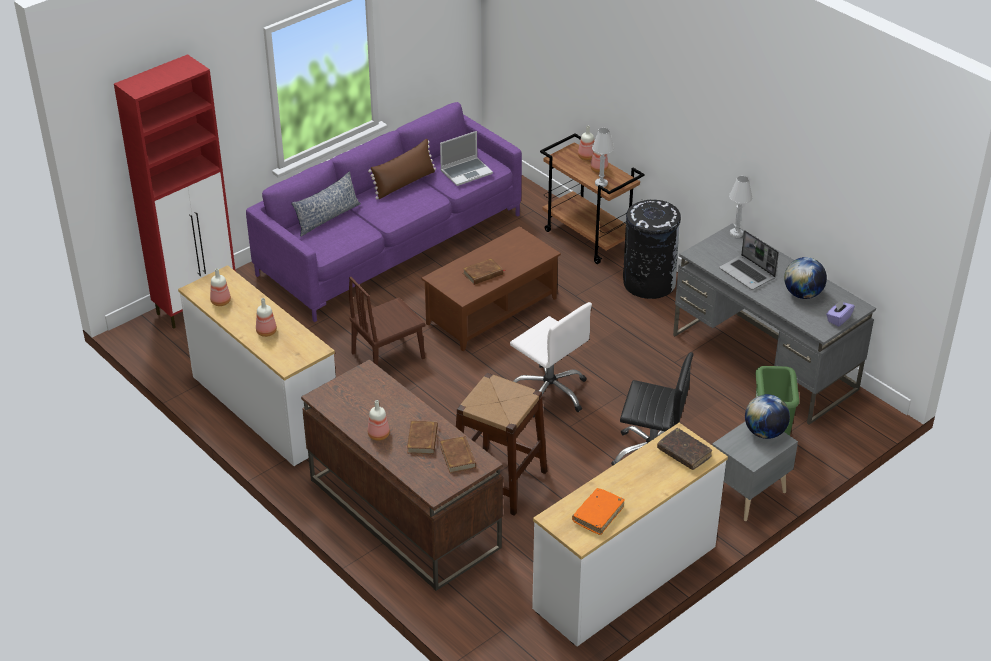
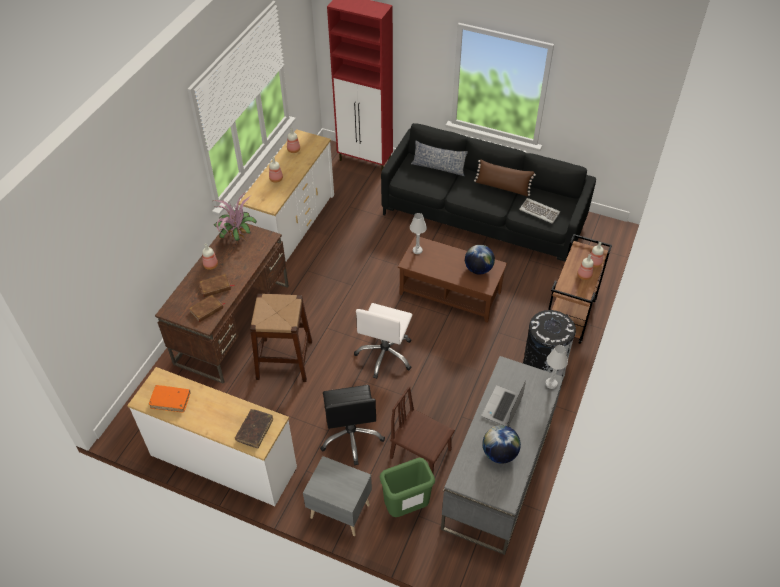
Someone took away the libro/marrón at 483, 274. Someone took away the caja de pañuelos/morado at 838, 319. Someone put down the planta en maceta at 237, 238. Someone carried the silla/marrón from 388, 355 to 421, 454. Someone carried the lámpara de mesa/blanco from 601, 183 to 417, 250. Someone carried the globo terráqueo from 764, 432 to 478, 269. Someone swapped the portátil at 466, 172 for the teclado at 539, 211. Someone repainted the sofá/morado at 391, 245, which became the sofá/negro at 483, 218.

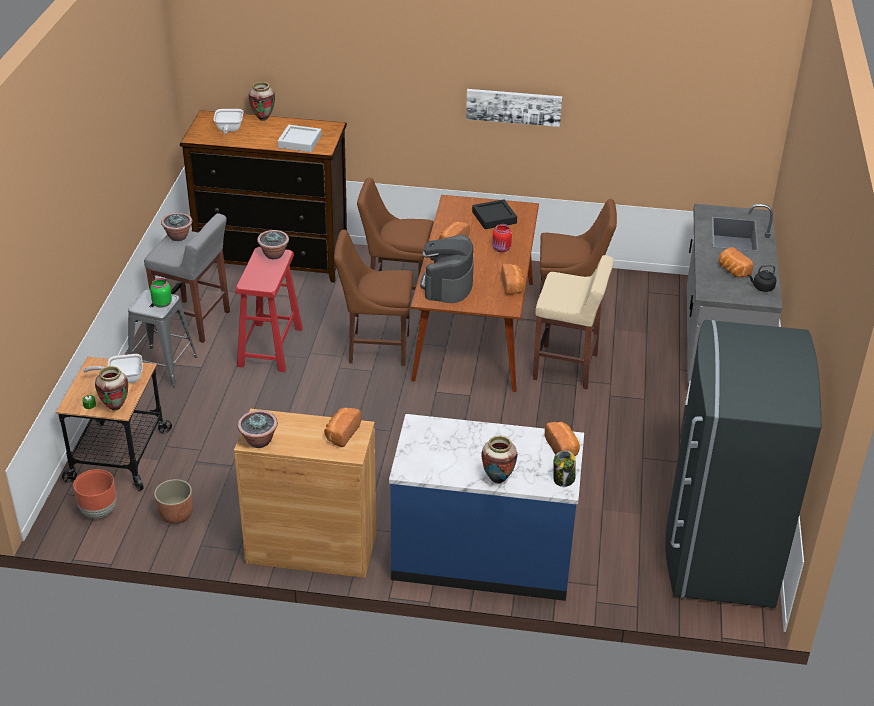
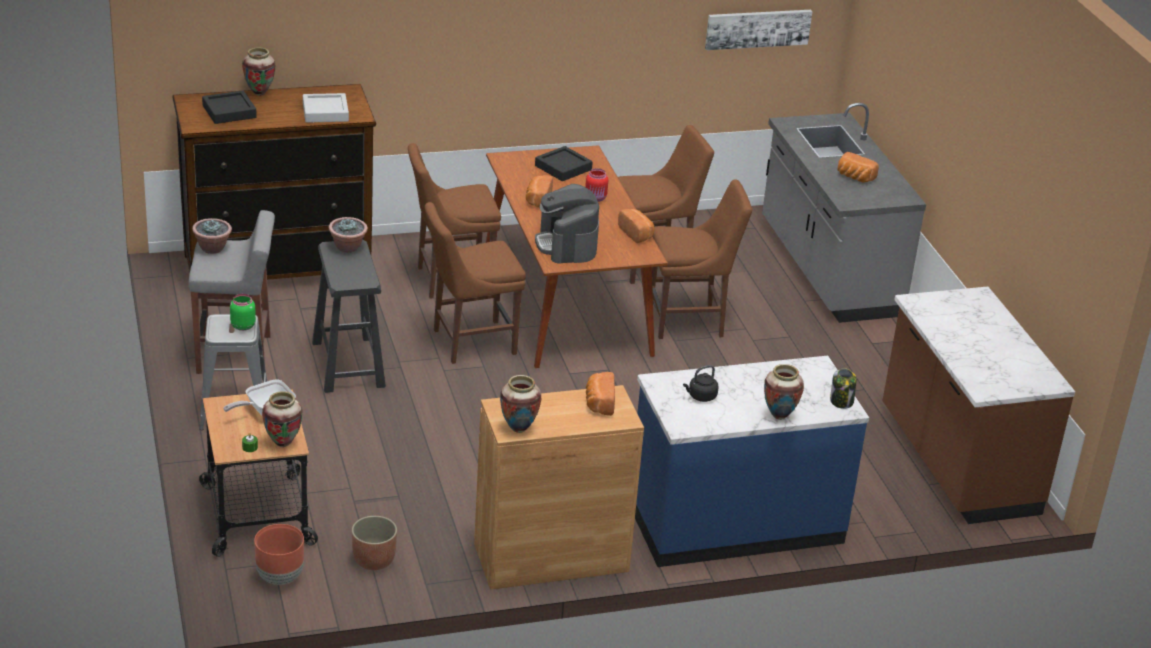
Someone took away the pan at 563, 448. Someone carried the cuadro from 513, 106 to 757, 28. Someone carried the hervidor/negro from 762, 287 to 700, 397. Someone swapped the sartén at 228, 130 for the bandeja/negro at 229, 111. Someone swapped the planta en maceta at 259, 441 for the florero at 518, 429. Someone swapped the taburete/beis at 566, 367 for the silla/marrón at 690, 321. Someone swapped the nevera/gris at 718, 551 for the mueble bajo de cocina/marrón at 956, 463. Someone repainted the taburete/rojo at 270, 347, which became the taburete/negro at 348, 364.

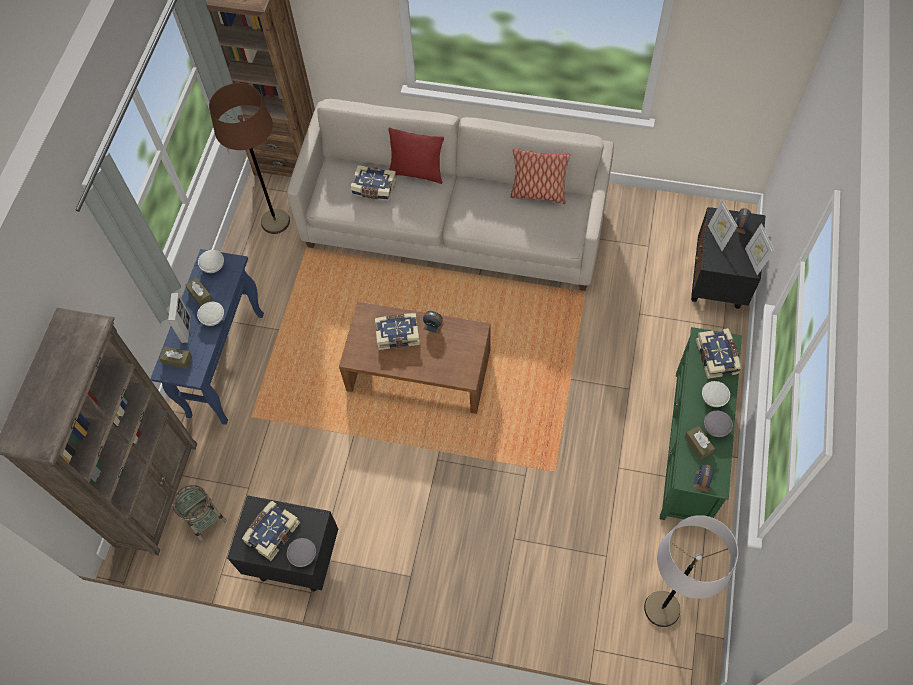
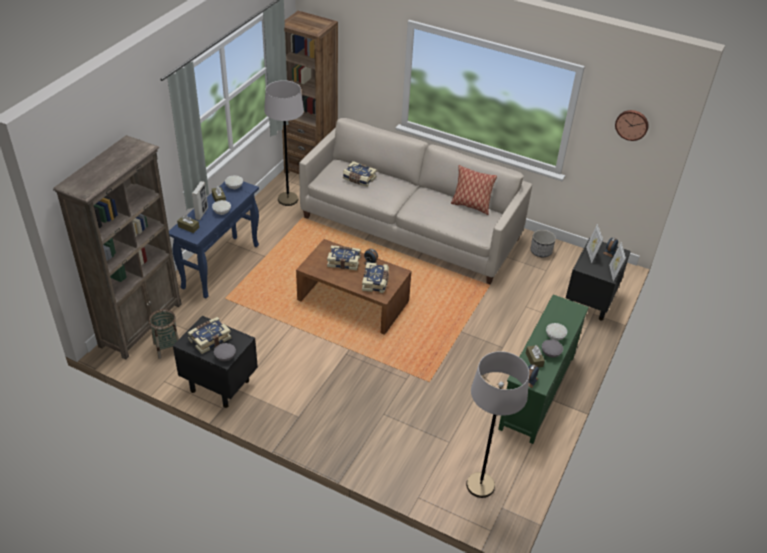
Someone took away the cojín/rojo at 417, 173. Someone put down the maceta at 541, 251. Someone put up the reloj de pared at 632, 124. Someone carried the libro from 717, 357 to 375, 282. Someone repainted the lámpara de pie/marrón at 275, 222, which became the lámpara de pie/gris at 288, 199.

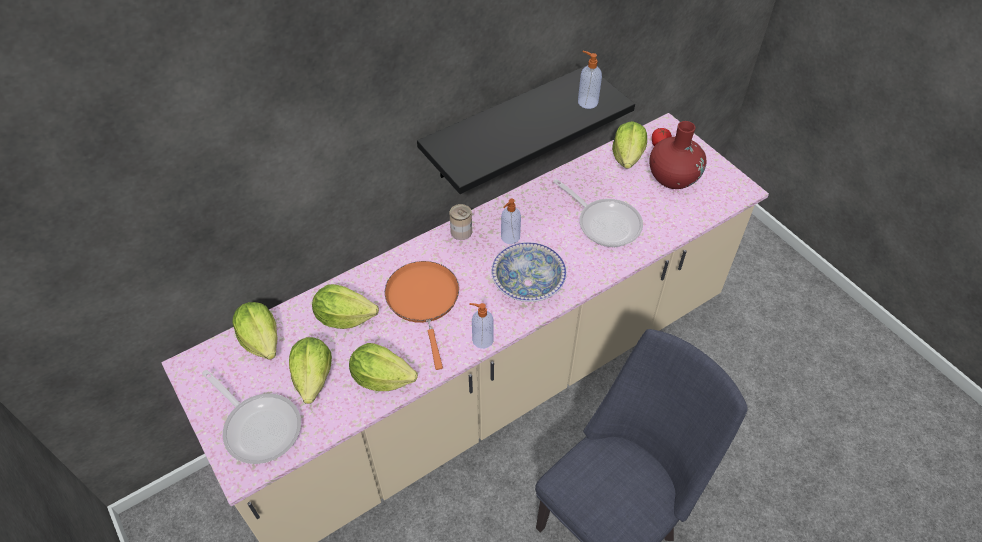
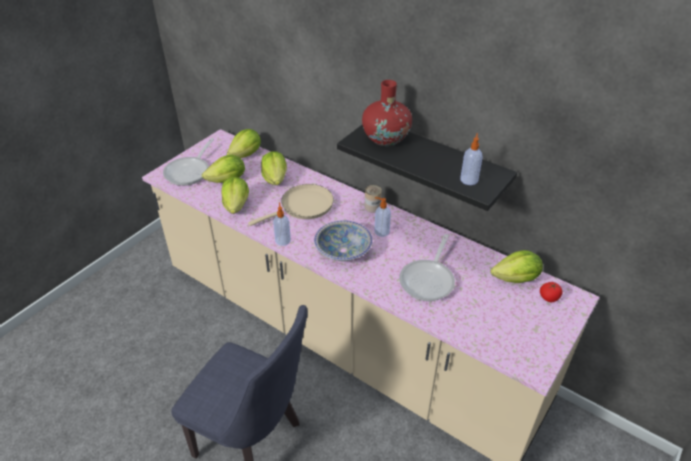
Someone carried the florero/rojo from 673, 178 to 386, 138. Someone repainted the sartén/naranja at 424, 300, which became the sartén/beis at 303, 206.

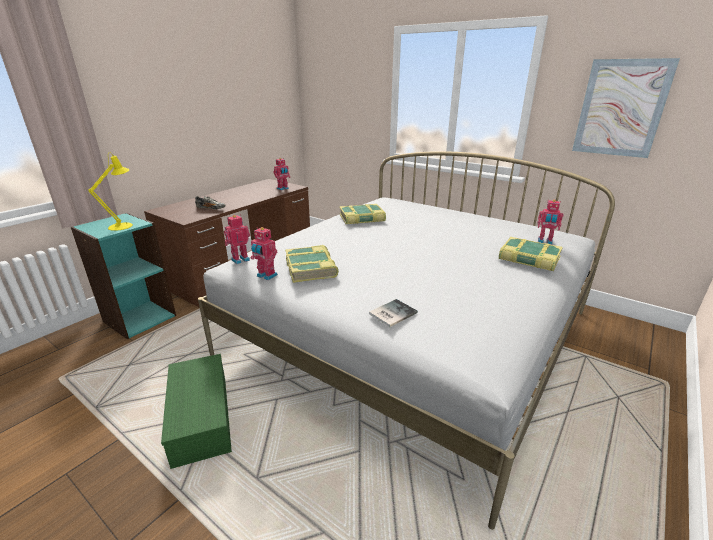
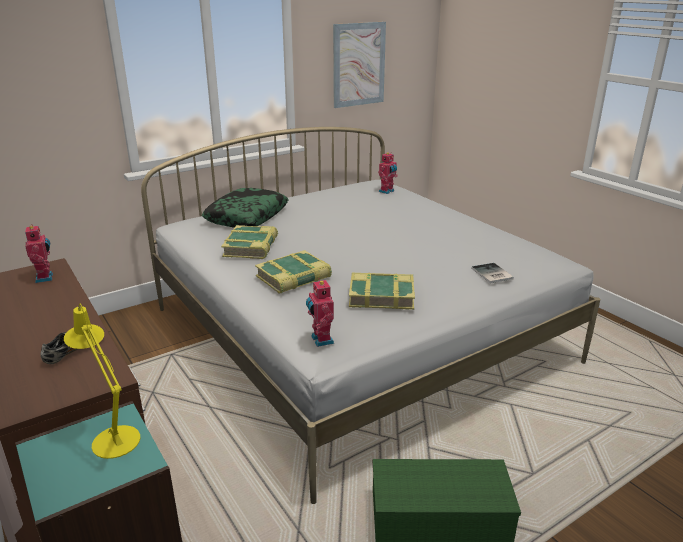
Someone took away the robot de juguete at 266, 276. Someone put down the cojín at 247, 216. Someone carried the libro from 529, 259 to 294, 278.

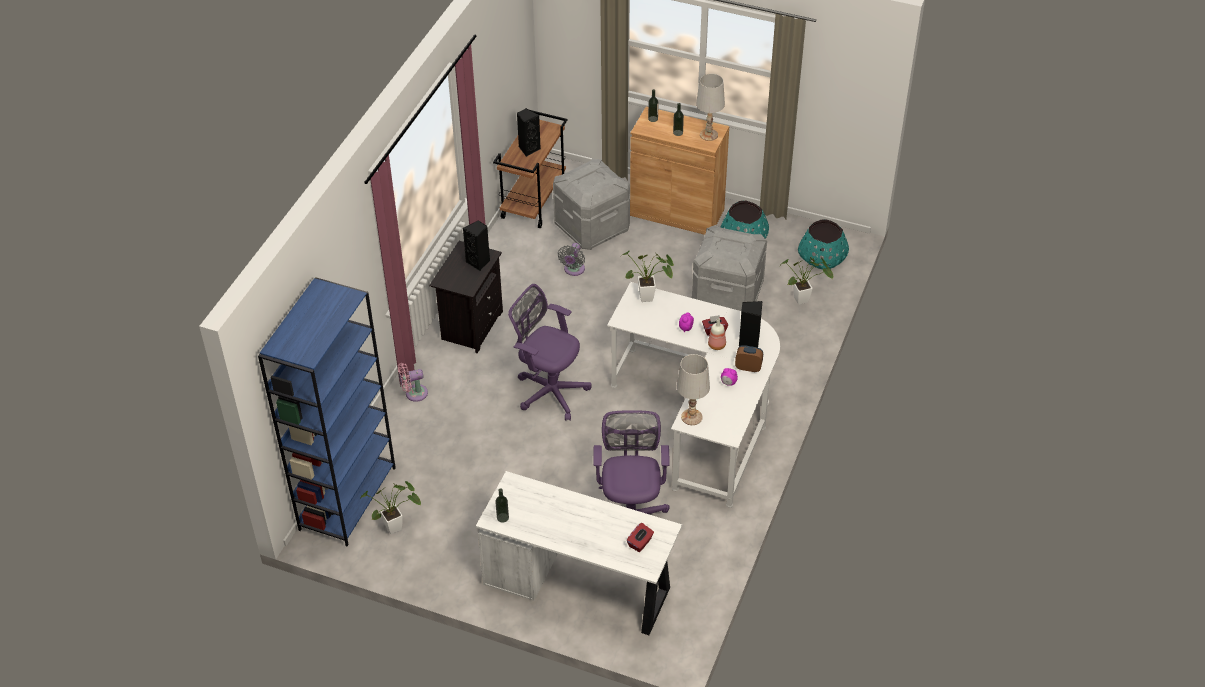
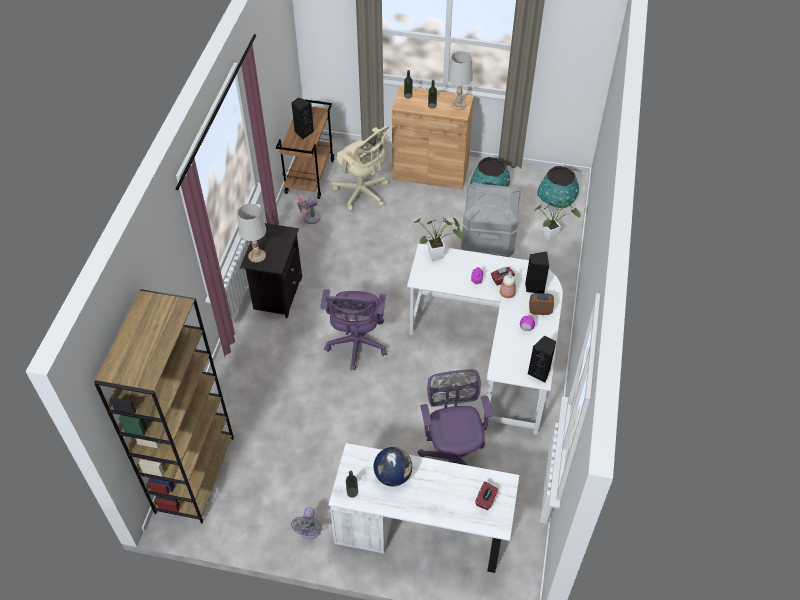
Someone took away the planta en maceta at 397, 526. Someone put down the globo terráqueo at 393, 475. Someone carried the ventilador/rosa from 414, 393 to 309, 218. Someone carried the altavoz/negro from 479, 262 to 540, 372. Someone carried the ventilador/gris from 573, 270 to 309, 531. Someone carried the lámpara de mesa/blanco from 691, 417 to 257, 256. Someone swapped the caja de almacenaje/gris at 591, 228 for the silla de oficina/beis at 363, 193. Someone repainted the estantería/azul at 347, 497, which became the estantería/marrón at 194, 474. Someone rotated the silla de oficina/morado at 549, 391 by 105 degrees counterclockwise.

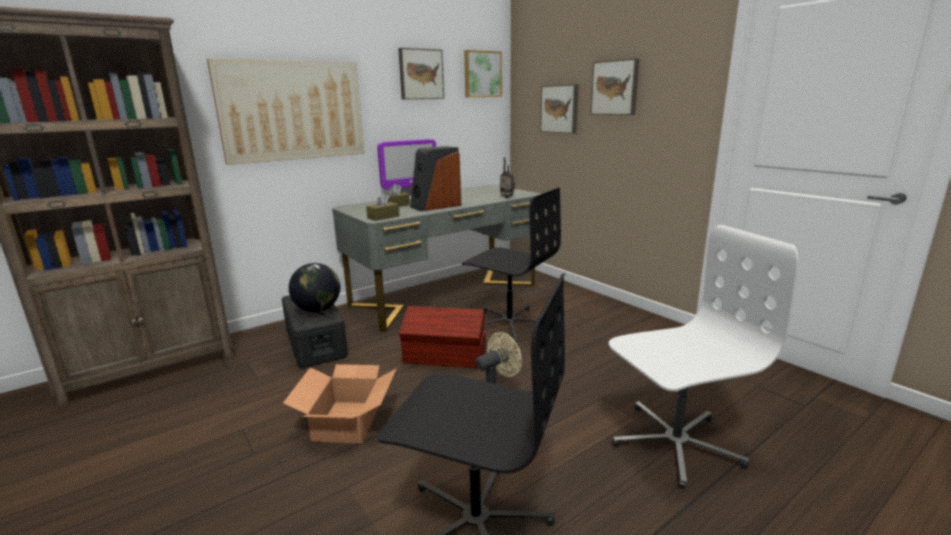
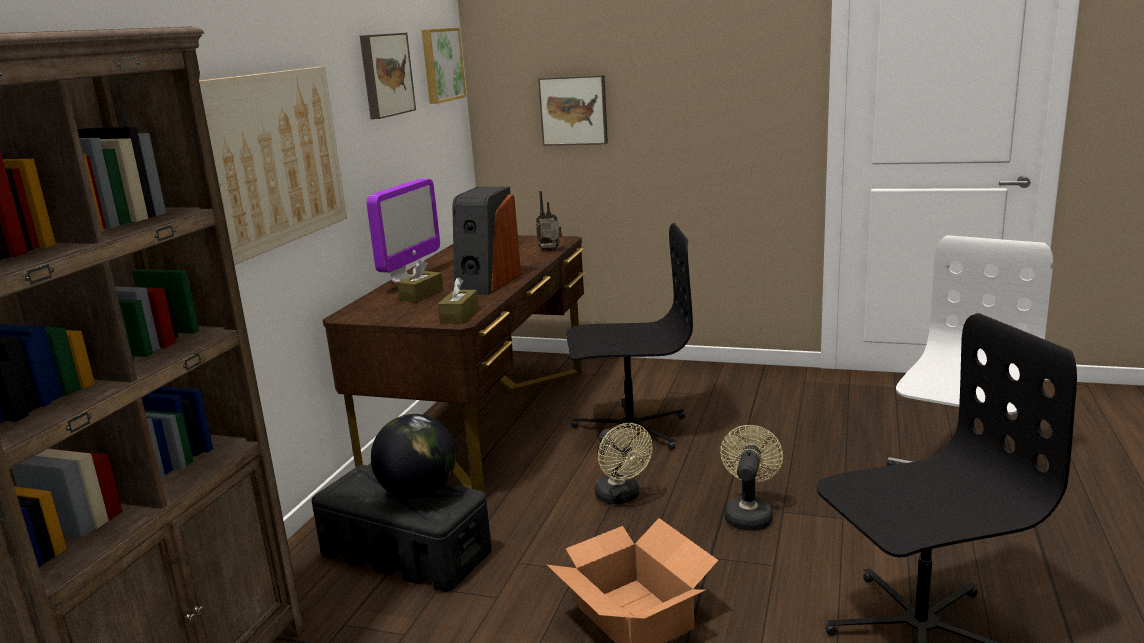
Someone took away the cuadro at 615, 87. Someone swapped the caja de almacenaje/marrón at 445, 357 for the ventilador/beis at 621, 497. Someone repainted the escritorio/gris at 446, 295, which became the escritorio/marrón at 484, 422.

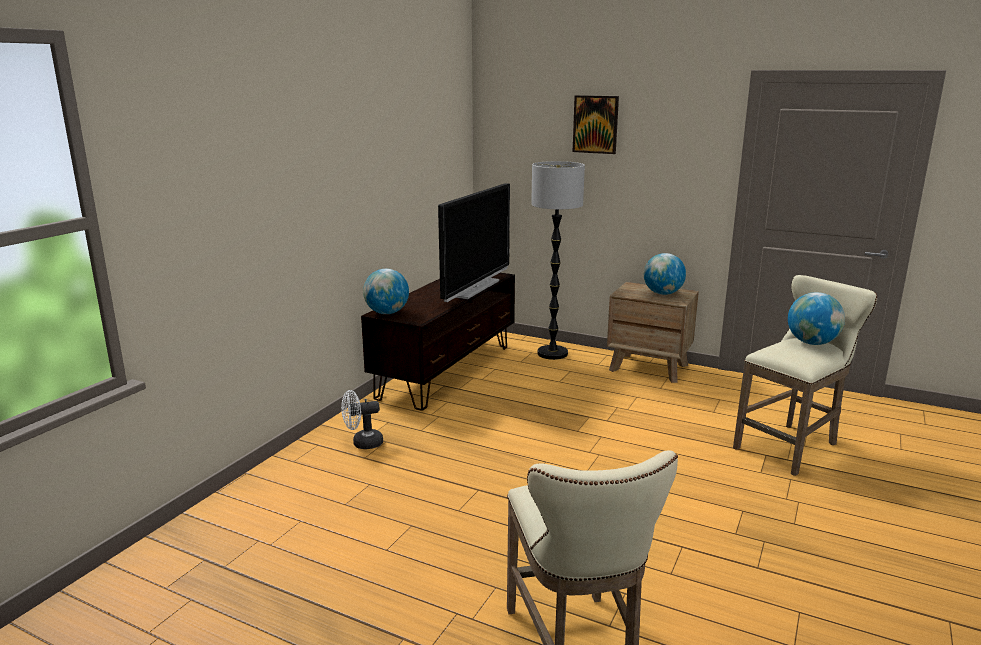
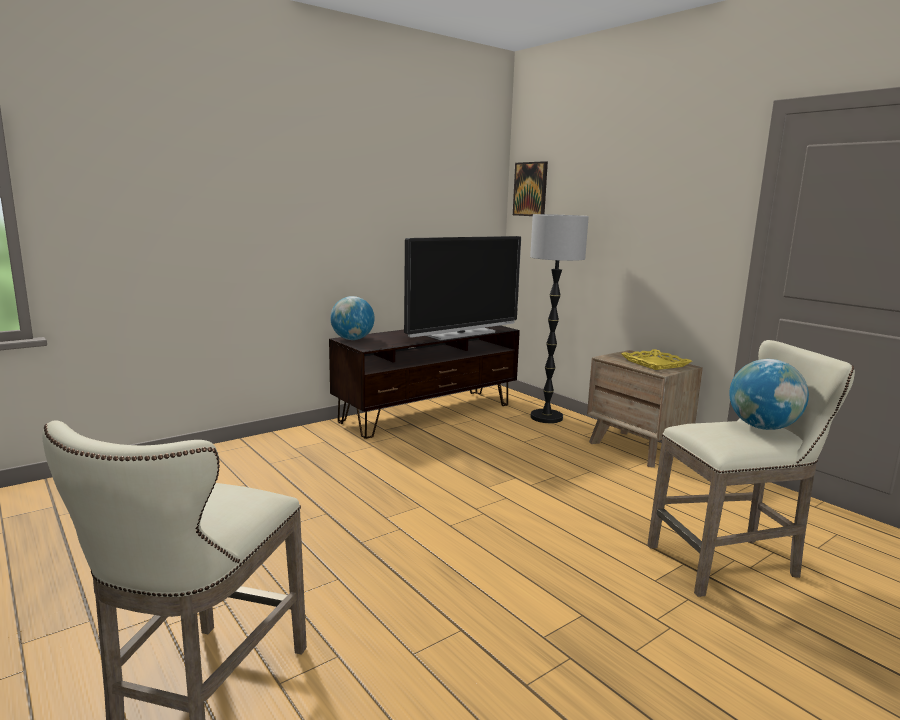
Someone took away the ventilador/blanco at 362, 443. Someone carried the cuadro from 595, 124 to 530, 189. Someone swapped the globo terráqueo at 663, 293 for the bandeja/amarillo at 654, 363.

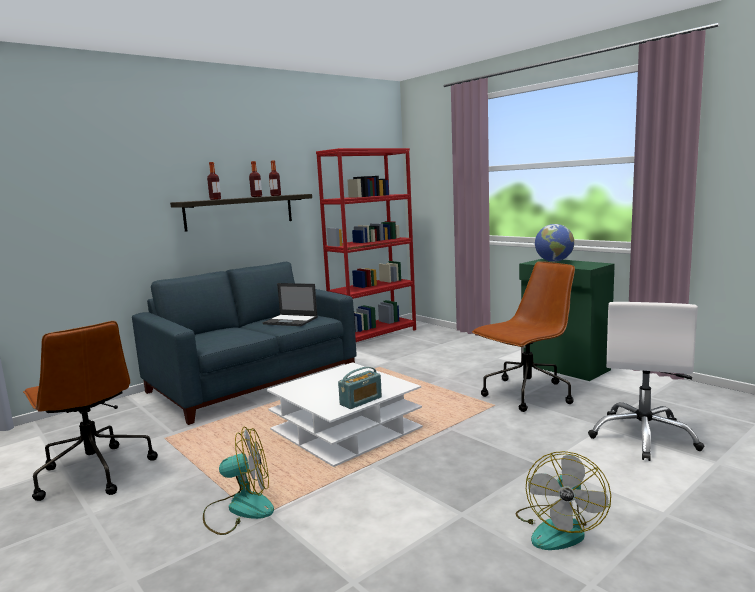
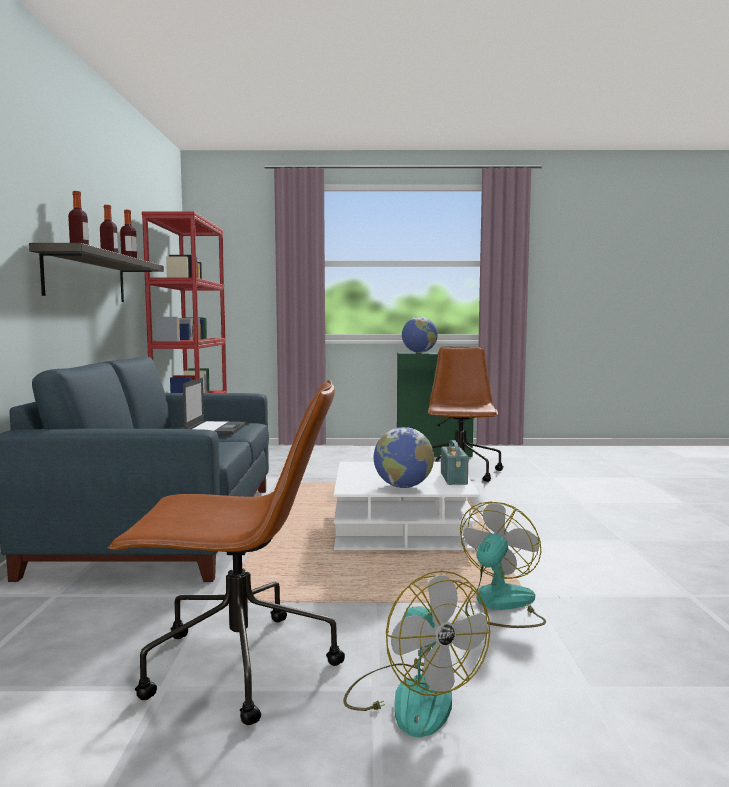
Someone took away the silla de oficina/blanco at 643, 436. Someone put down the globo terráqueo at 403, 487. Someone carried the ventilador from 558, 528 to 412, 697. Someone rotated the portátil at 291, 321 by 60 degrees counterclockwise.

